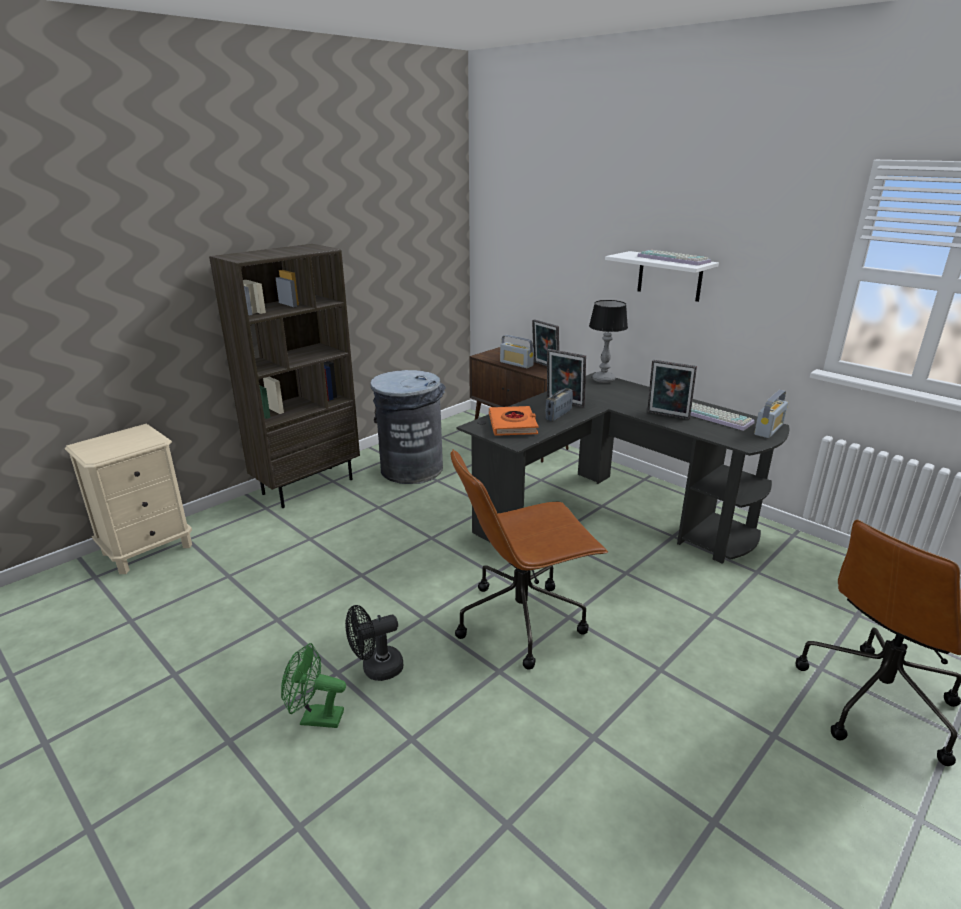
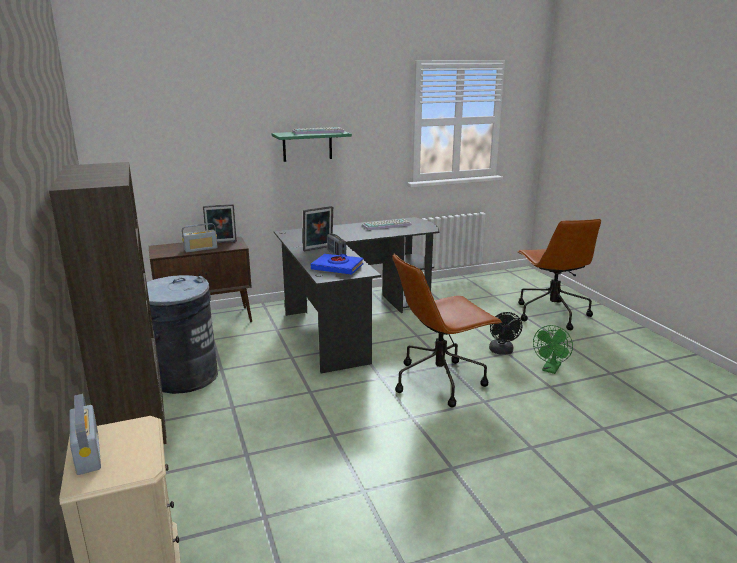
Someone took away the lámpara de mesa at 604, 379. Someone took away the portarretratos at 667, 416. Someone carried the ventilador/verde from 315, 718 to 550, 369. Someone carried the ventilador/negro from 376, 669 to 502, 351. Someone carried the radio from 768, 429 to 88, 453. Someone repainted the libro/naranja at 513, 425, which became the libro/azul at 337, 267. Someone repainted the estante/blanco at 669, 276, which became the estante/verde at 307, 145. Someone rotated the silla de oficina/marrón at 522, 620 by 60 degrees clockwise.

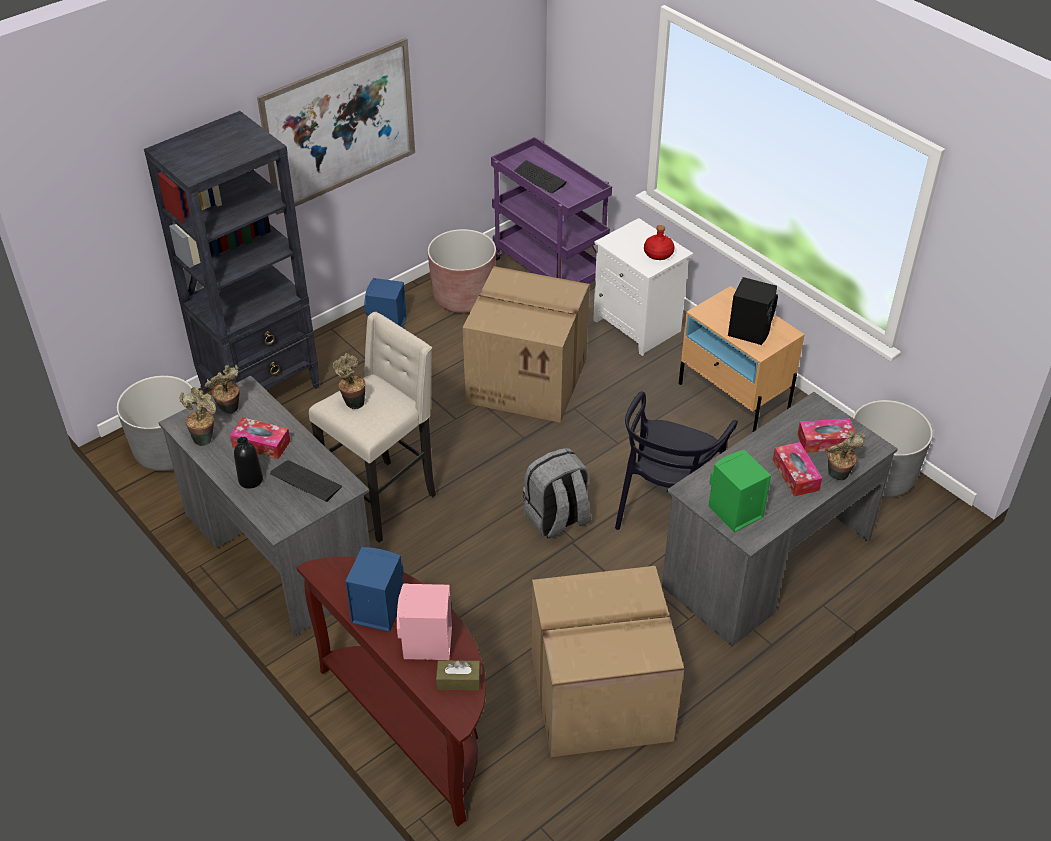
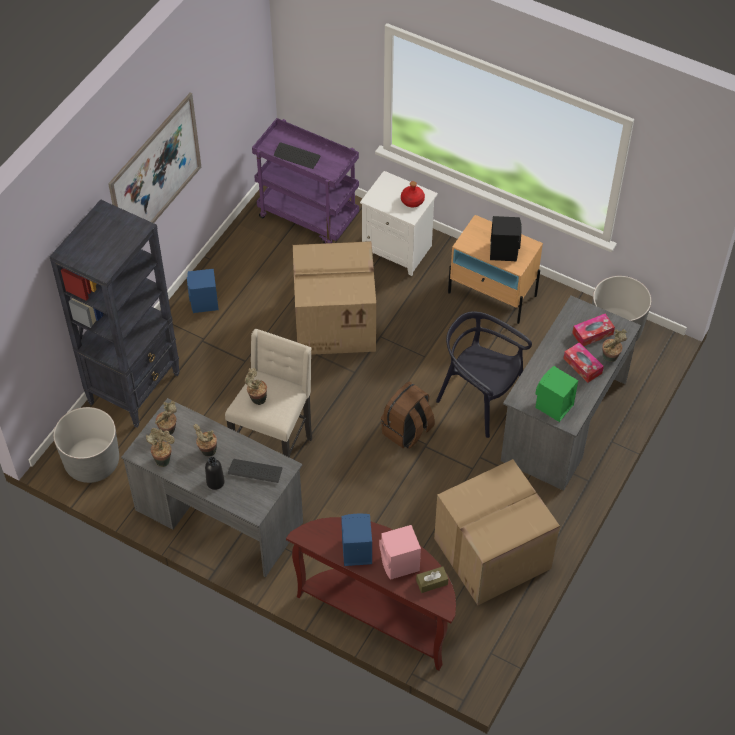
Someone took away the maceta/marrón at 463, 297. Someone swapped the caja de pañuelos at 261, 444 for the planta en maceta at 207, 451. Someone repainted the mochila/gris at 557, 519, which became the mochila/marrón at 407, 431. Someone rotated the silla/negro at 666, 508 by 120 degrees clockwise.

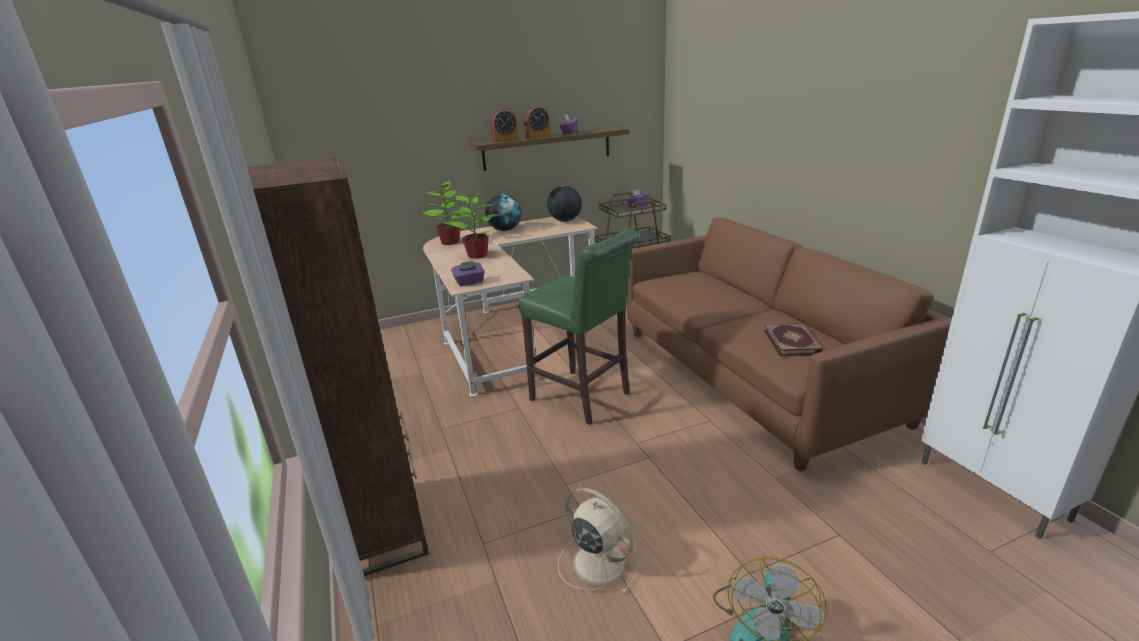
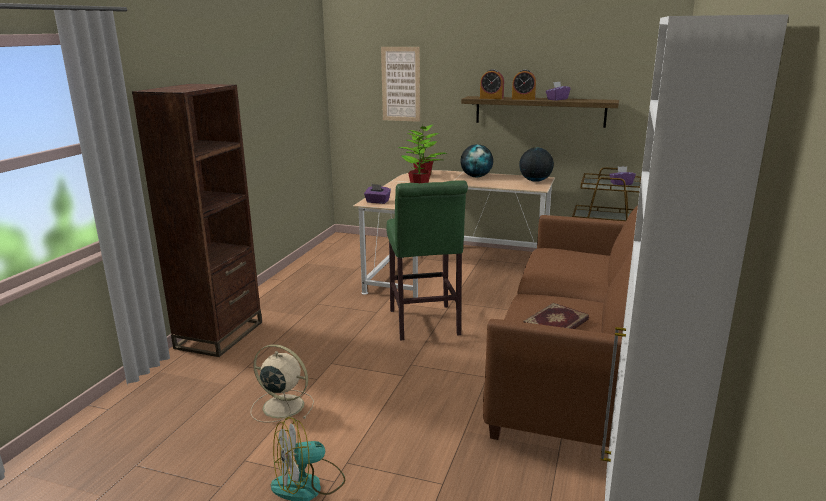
Someone put up the cuadro at 401, 84. Someone rotated the ventilador/beis at 597, 561 by 60 degrees counterclockwise.

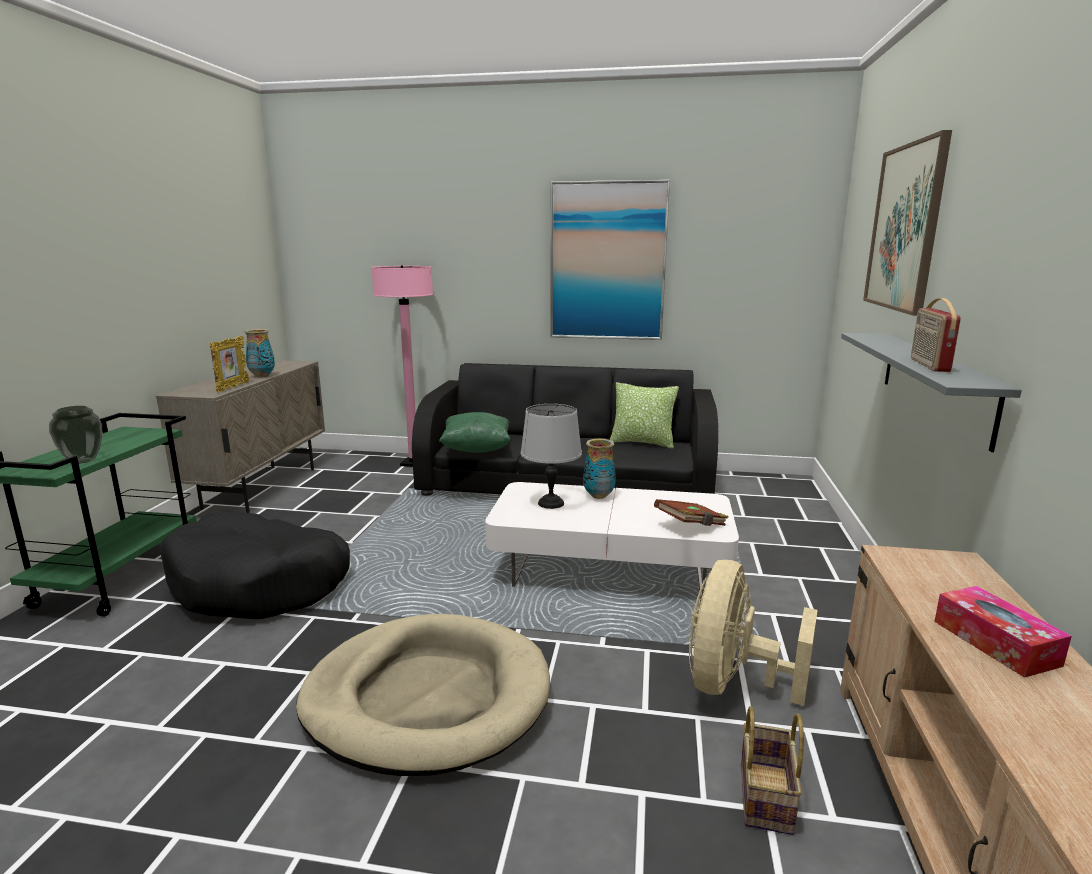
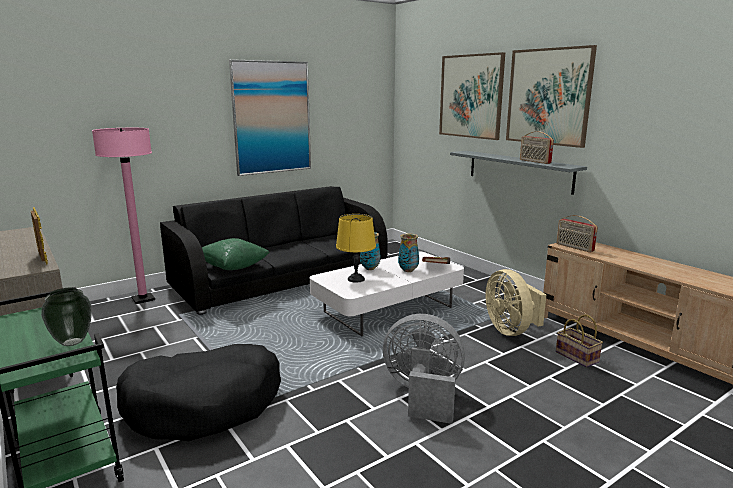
Someone took away the cojín at 642, 442. Someone took away the caja de pañuelos at 995, 643. Someone put up the cuadro at 548, 97. Someone put down the radio at 574, 247. Someone carried the florero from 262, 376 to 408, 270. Someone swapped the cama para perro/beis at 427, 698 for the ventilador/gris at 423, 395. Someone repainted the lámpara de mesa/gris at 550, 503, which became the lámpara de mesa/amarillo at 355, 279.

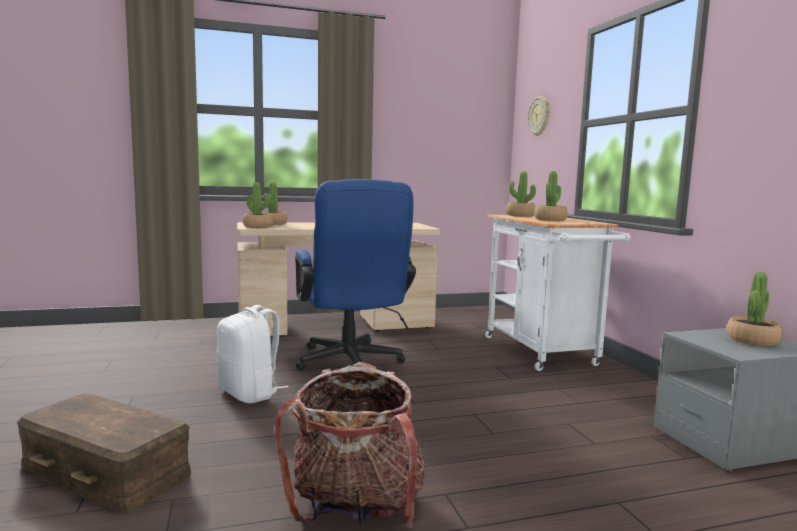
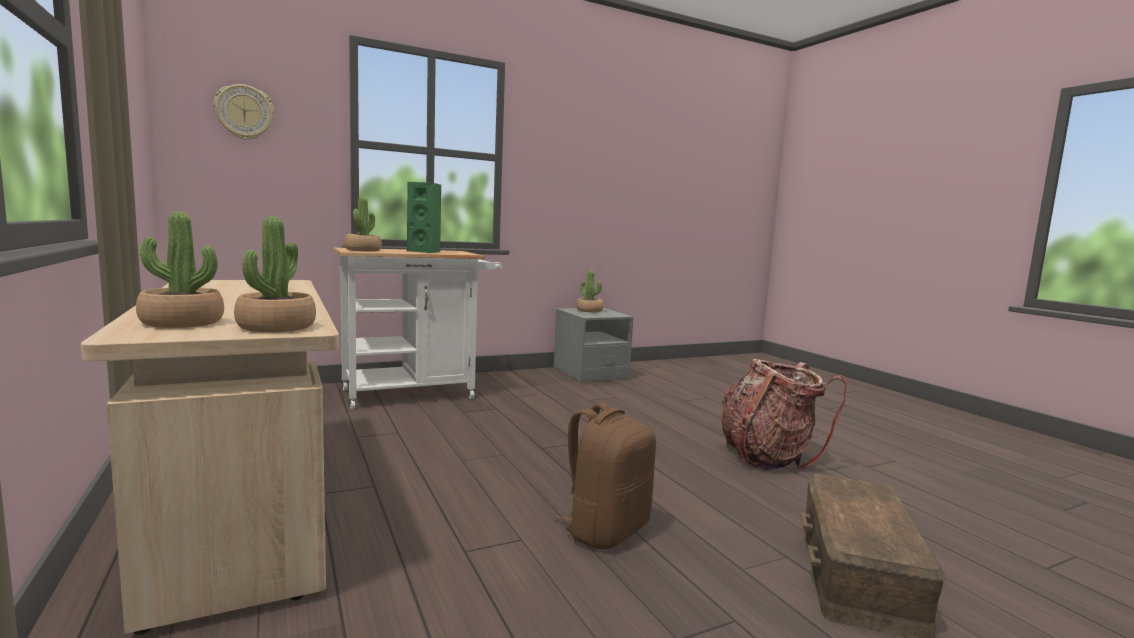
Someone took away the silla de oficina/azul at 351, 364. Someone swapped the planta en maceta at 550, 219 for the altavoz/verde at 426, 251. Someone repainted the mochila/blanco at 250, 393, which became the mochila/marrón at 605, 530.

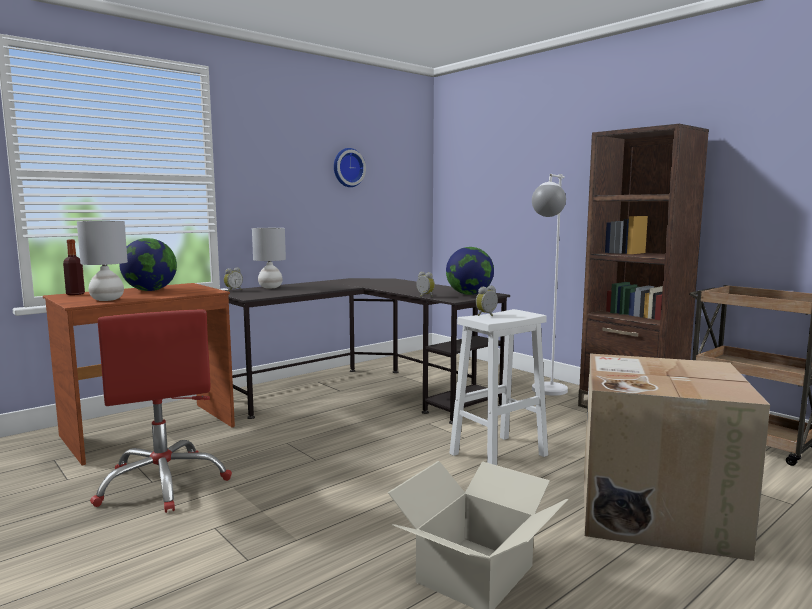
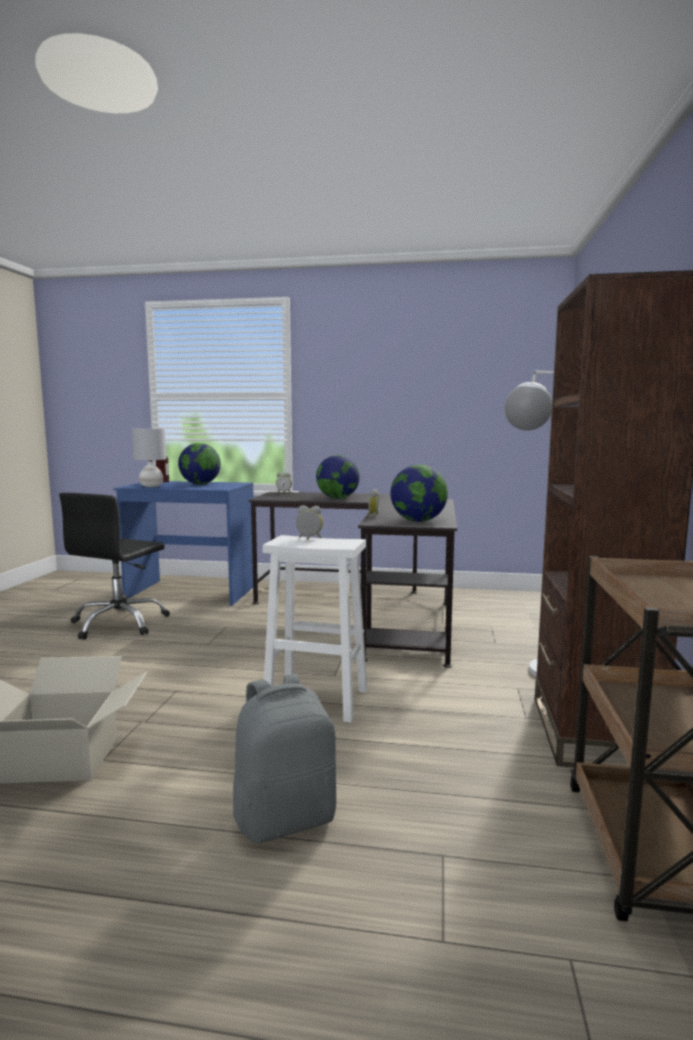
Someone took away the lámpara de mesa/gris at 270, 287. Someone took away the reloj de pared at 347, 167. Someone put down the globo terráqueo at 338, 498. Someone swapped the caja de cartón at 654, 508 for the mochila/gris at 286, 818. Someone repainted the escritorio/marrón at 148, 432, which became the escritorio/azul at 191, 593. Someone repainted the silla de oficina/rojo at 163, 483, which became the silla de oficina/negro at 119, 623.

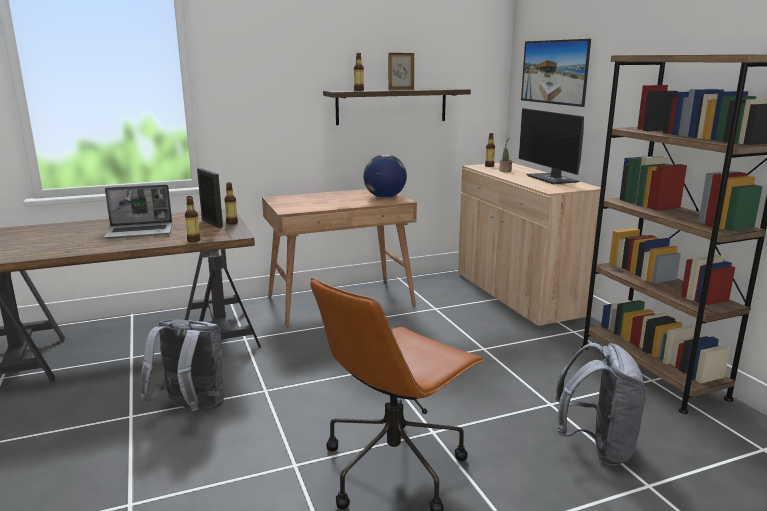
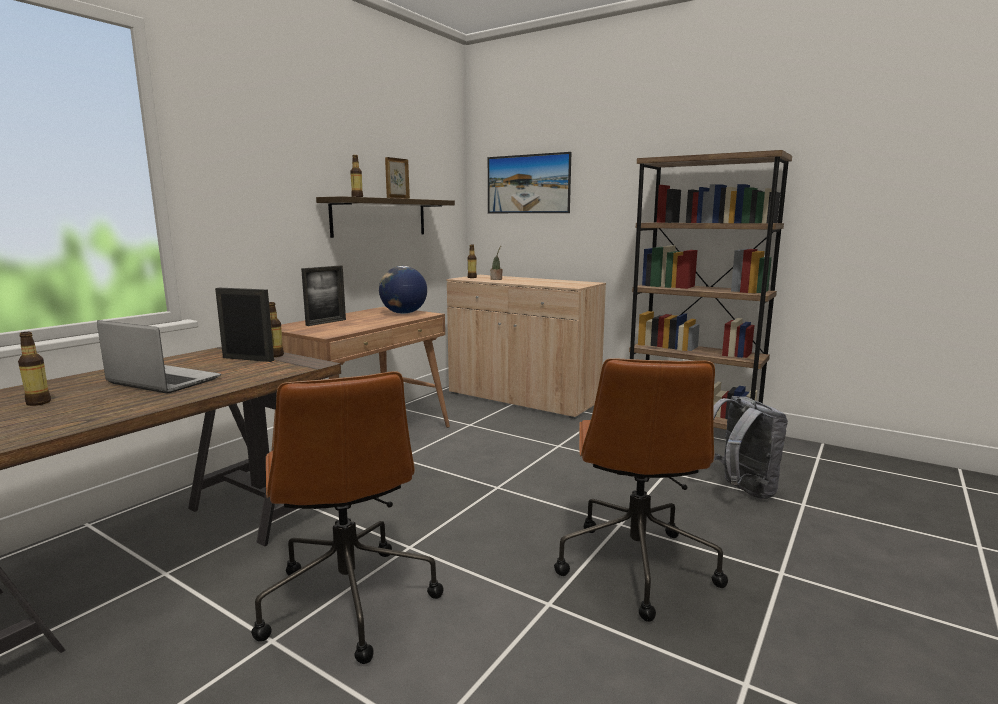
Someone took away the monitor at 553, 179. Someone put down the portarretratos at 326, 322. Someone carried the botella from 193, 240 to 38, 403. Someone swapped the mochila/gris at 191, 410 for the silla de oficina/marrón at 348, 600. Someone rotated the portátil at 141, 232 by 105 degrees counterclockwise.

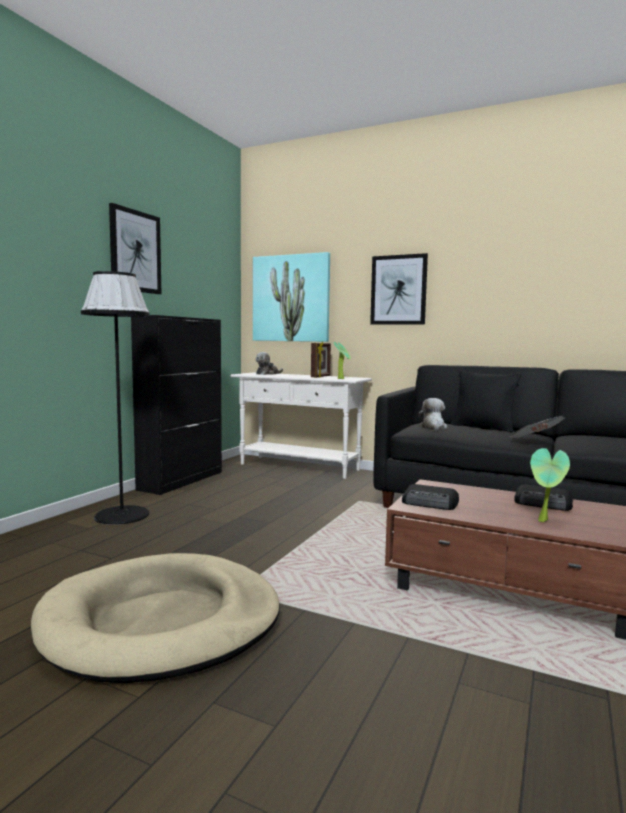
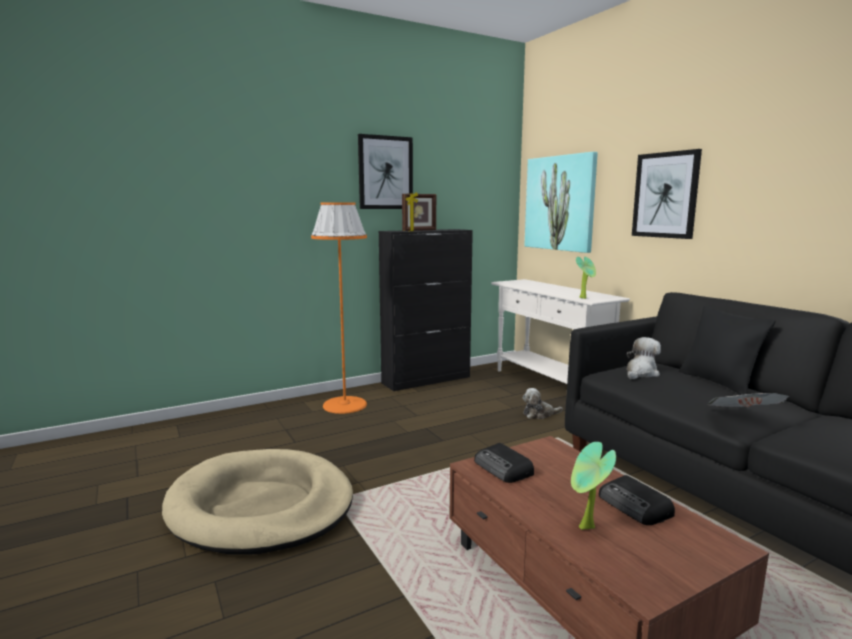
Someone carried the peluche from 268, 374 to 539, 414. Someone carried the portarretratos from 321, 377 to 419, 230. Someone repainted the lámpara de pie/negro at 121, 515, which became the lámpara de pie/naranja at 344, 405.

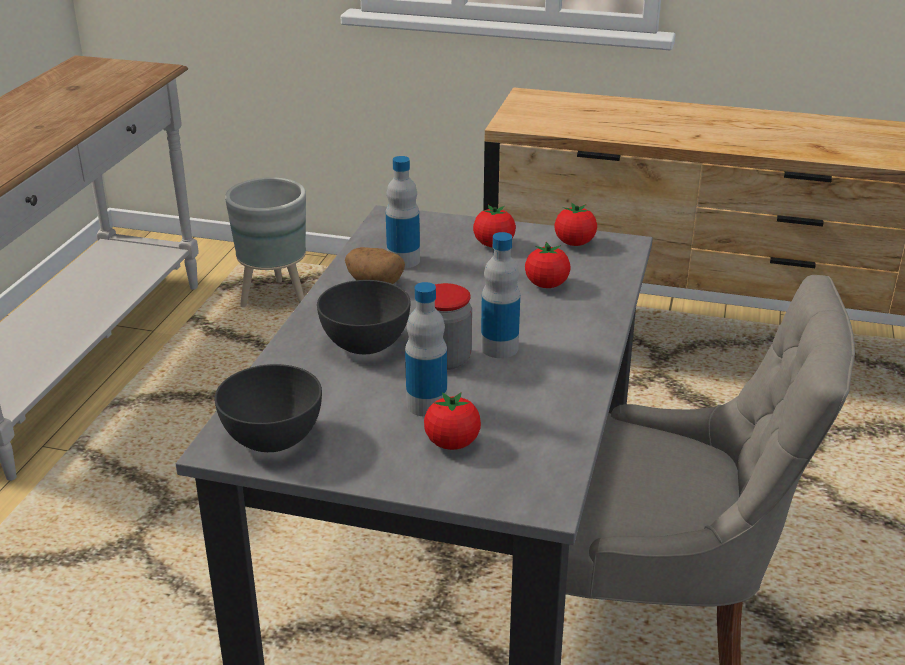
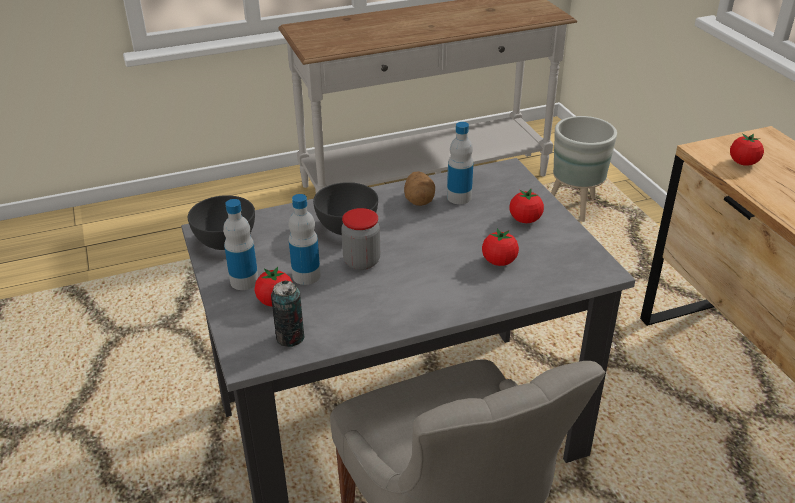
Someone put down the lata at 290, 338. Someone carried the botella from 499, 348 to 244, 281. Someone carried the tomate from 574, 243 to 743, 163.

